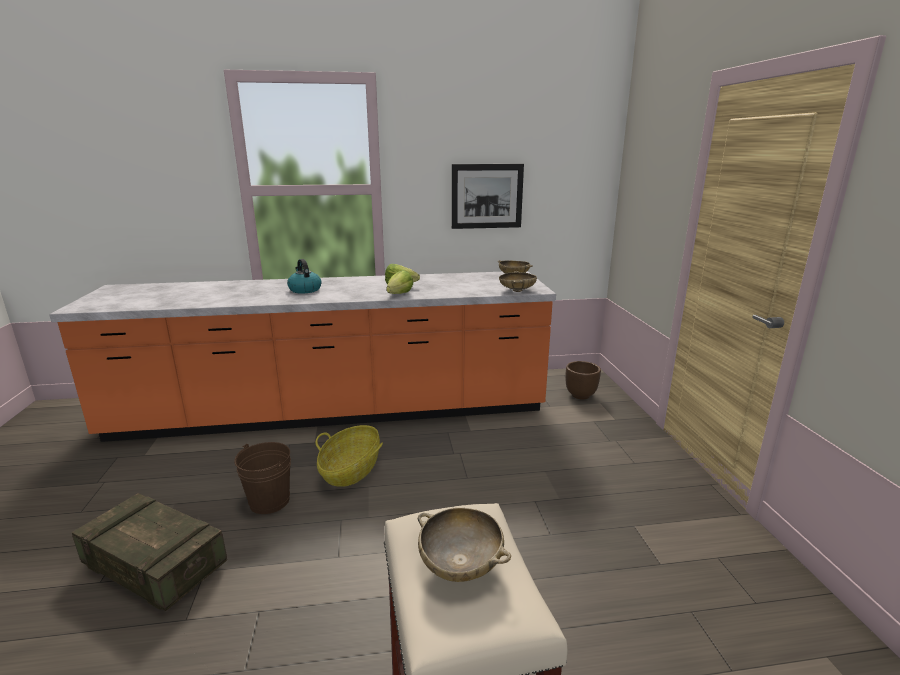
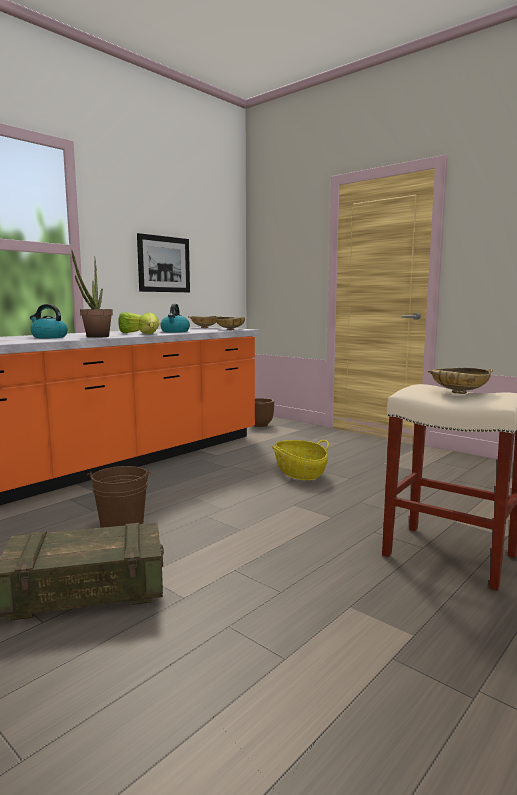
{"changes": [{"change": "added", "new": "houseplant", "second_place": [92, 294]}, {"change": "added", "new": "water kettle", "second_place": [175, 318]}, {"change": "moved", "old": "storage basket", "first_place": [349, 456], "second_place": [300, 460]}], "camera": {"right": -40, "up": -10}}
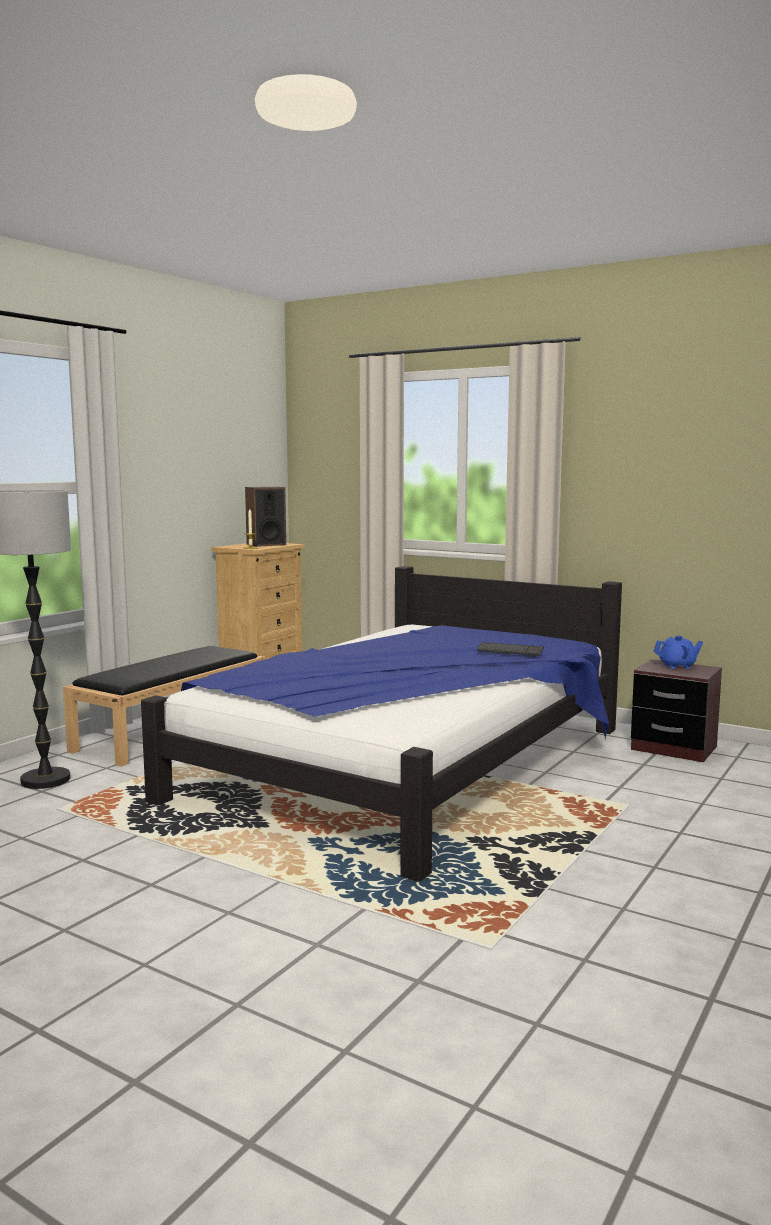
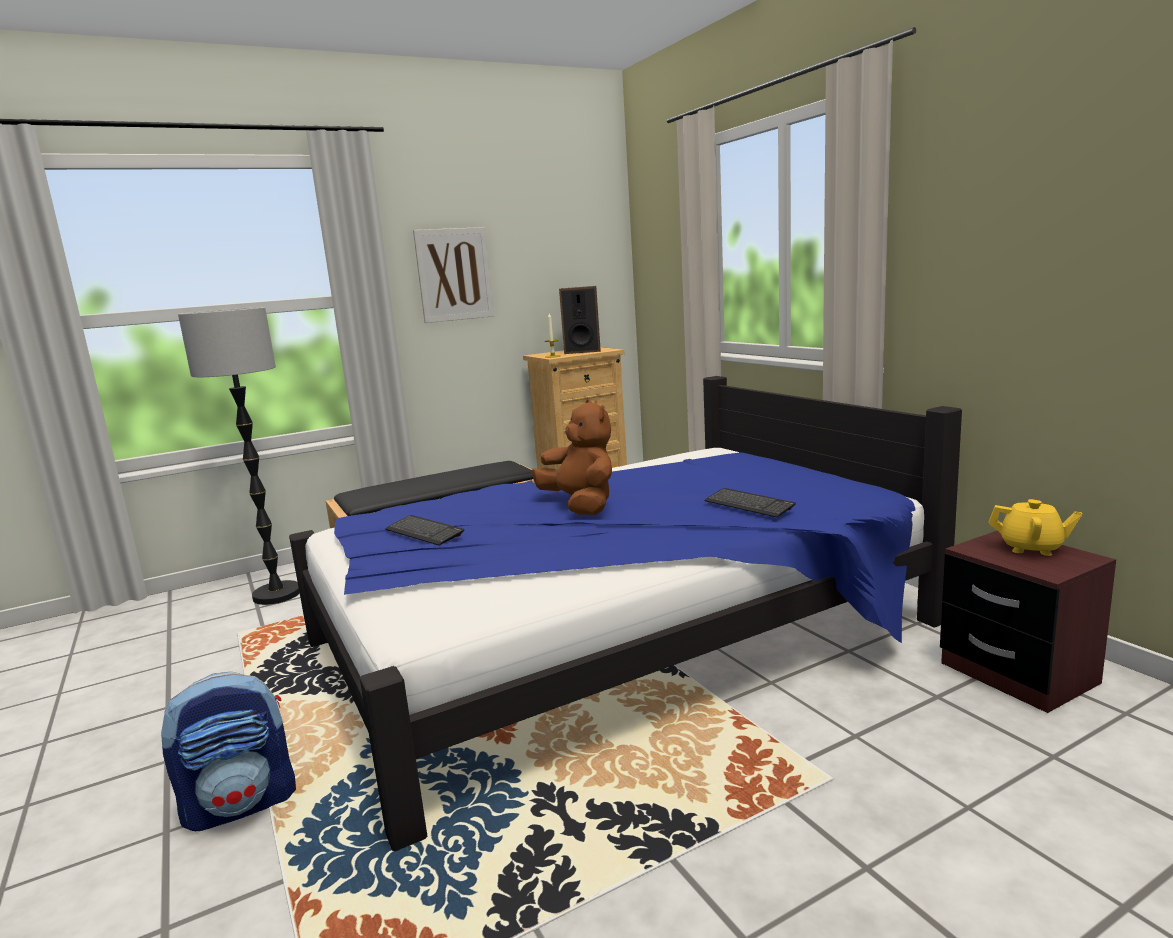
{"changes": [{"change": "added", "new": "knapsack", "second_place": [228, 751]}, {"change": "added", "new": "PC keyboard", "second_place": [424, 530]}, {"change": "added", "new": "wall picture", "second_place": [453, 275]}, {"change": "added", "new": "brown plush toy", "second_place": [572, 457]}, {"change": "recoloured", "old": "bluish tea pot", "new": "yellow-coloured tea pot", "first_place": [678, 652], "second_place": [1035, 527]}], "camera": {"right": 30, "up": 5}}
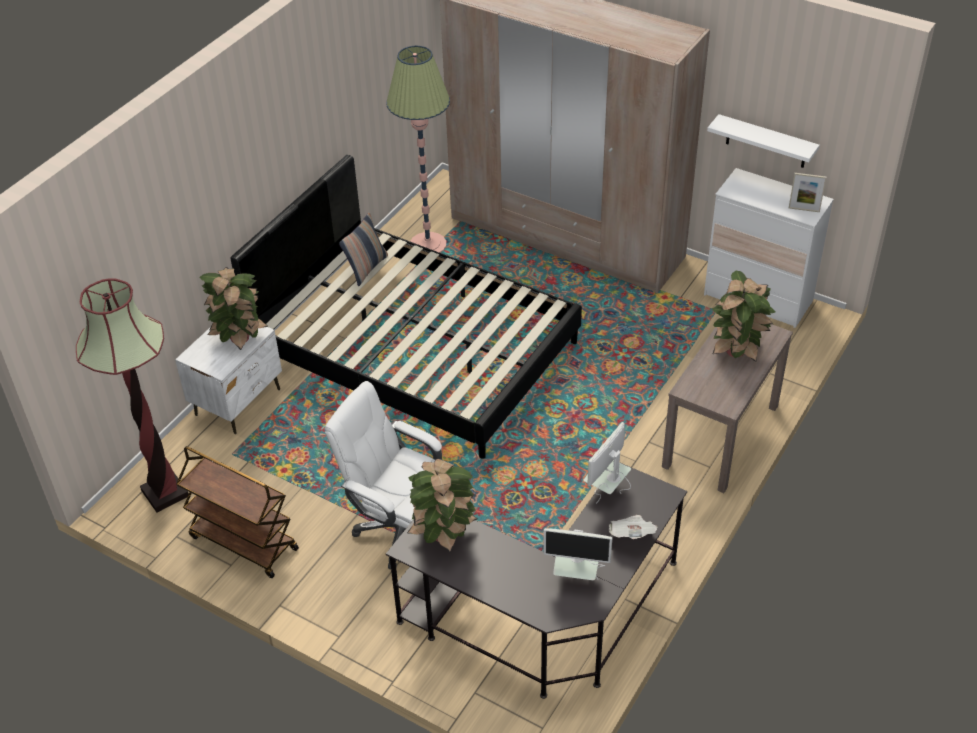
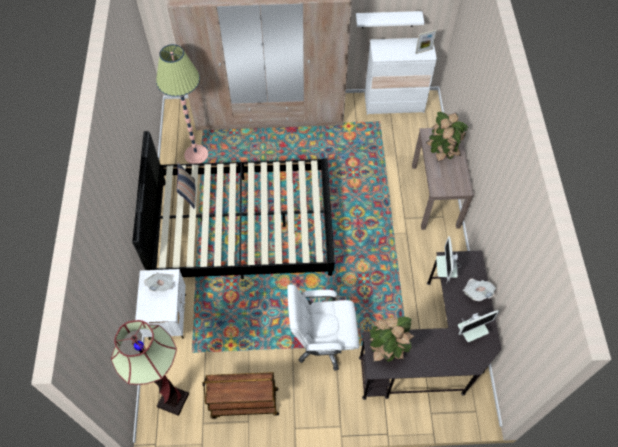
{"changes": [{"change": "replaced", "old": "houseplant", "new": "printed paper", "first_place": [234, 308], "second_place": [159, 282]}], "camera": {"right": -35, "up": 15}}
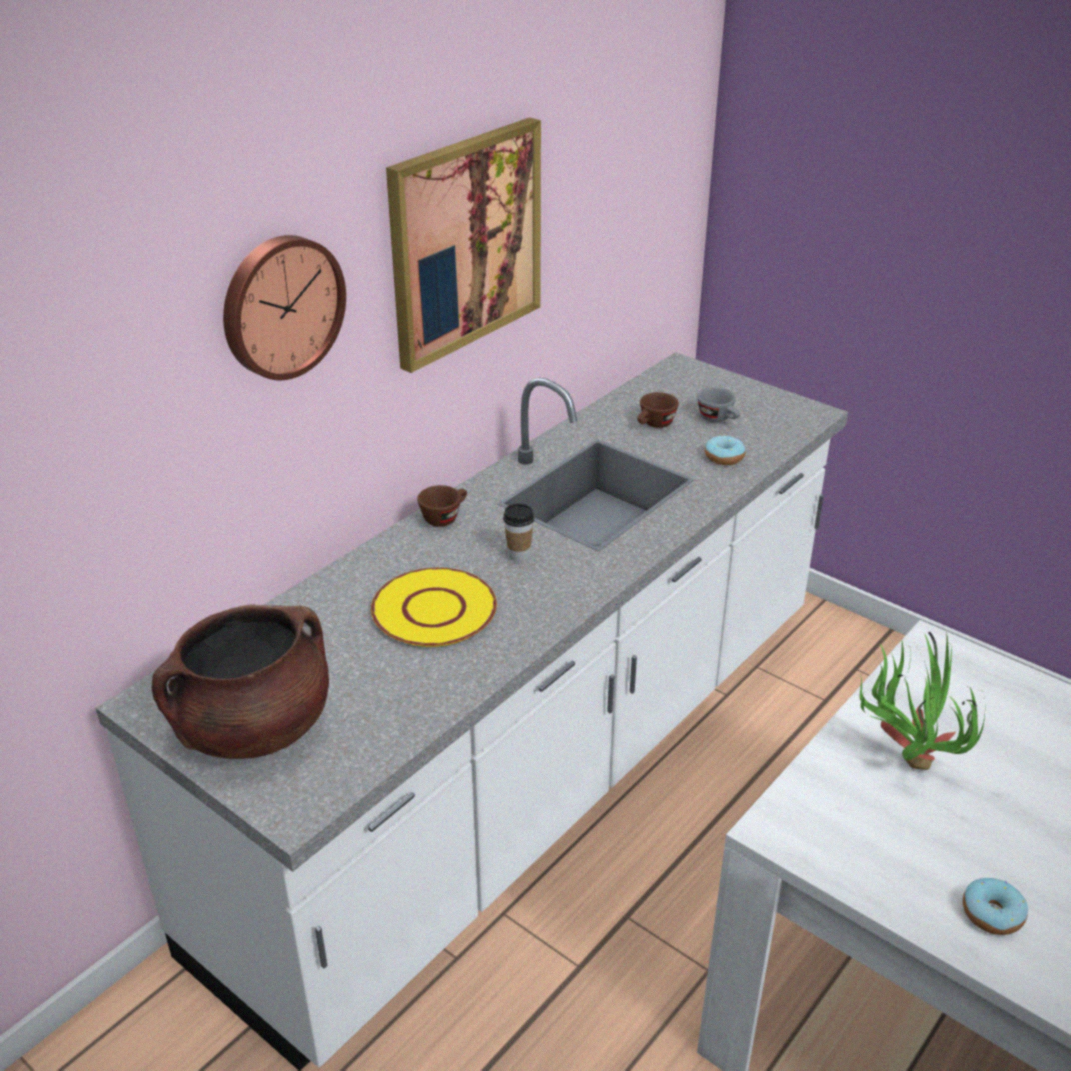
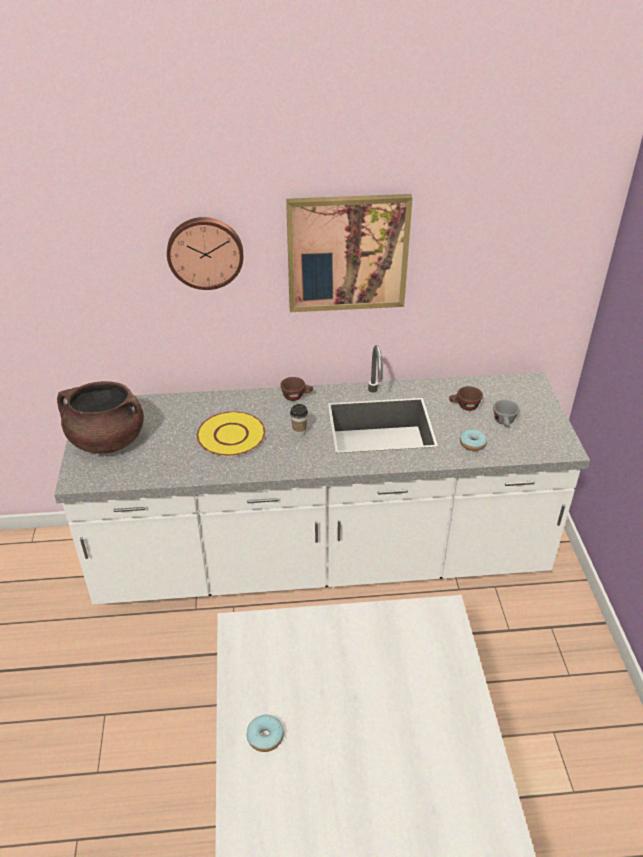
{"changes": [{"change": "removed", "old": "houseplant", "first_place": [922, 701]}], "camera": {"right": 45, "up": 5}}
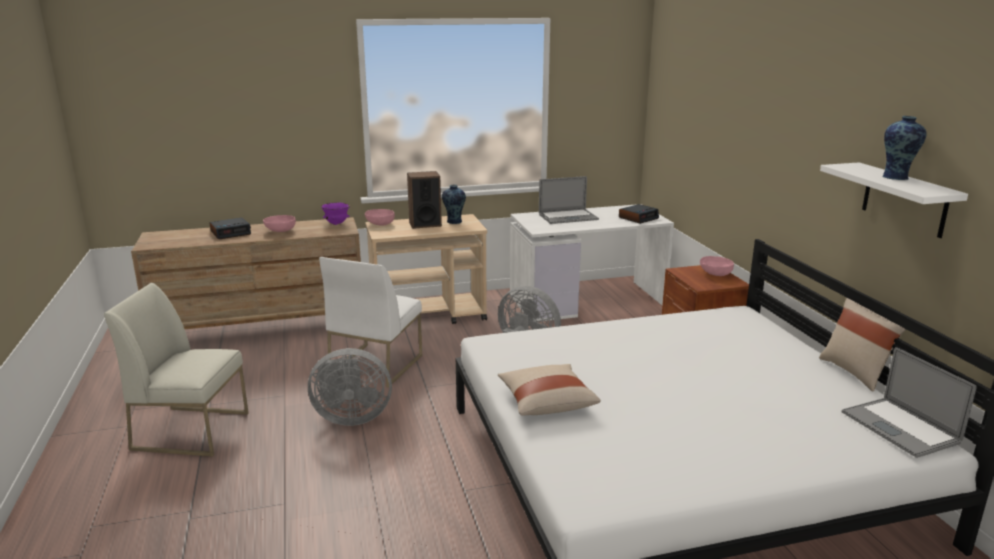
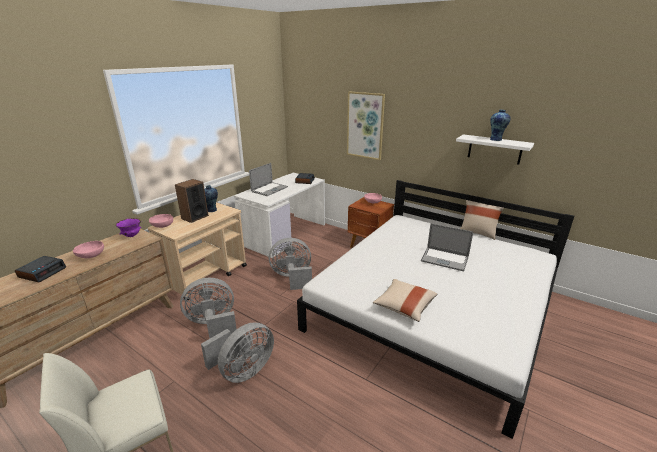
{"changes": [{"change": "added", "new": "wall picture", "second_place": [366, 126]}, {"change": "moved", "old": "notebook computer", "first_place": [909, 402], "second_place": [447, 247]}, {"change": "replaced", "old": "white-coloured plain chair", "new": "gray fan", "first_place": [370, 322], "second_place": [208, 308]}], "camera": {"right": -40, "up": 5}}
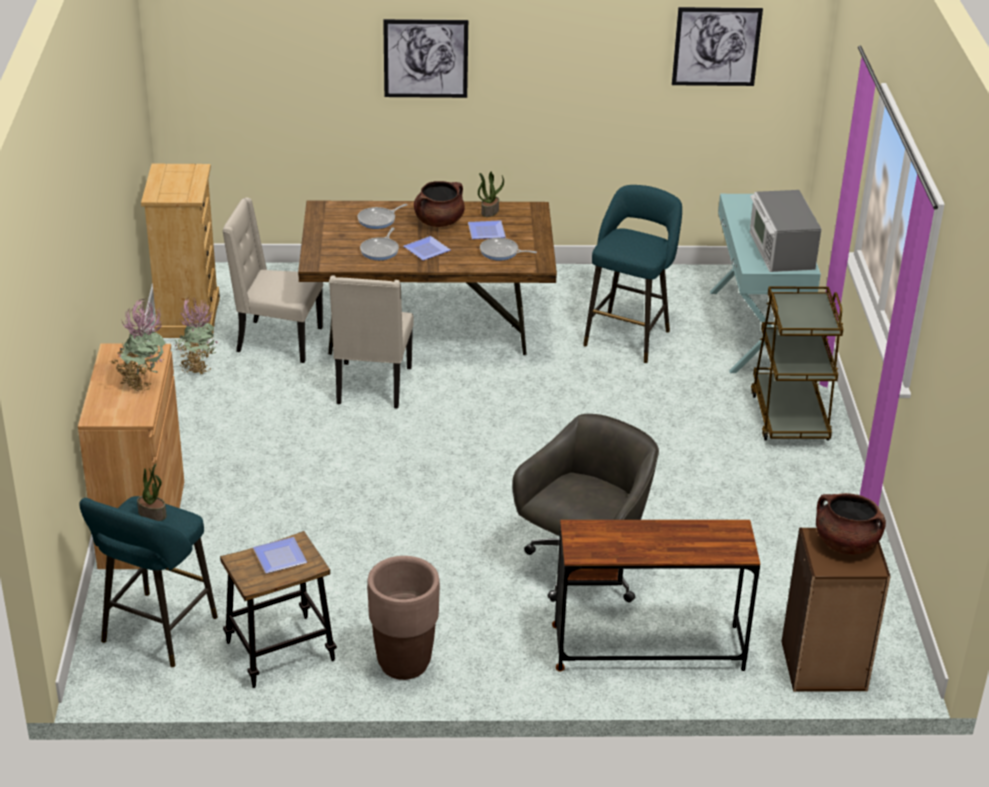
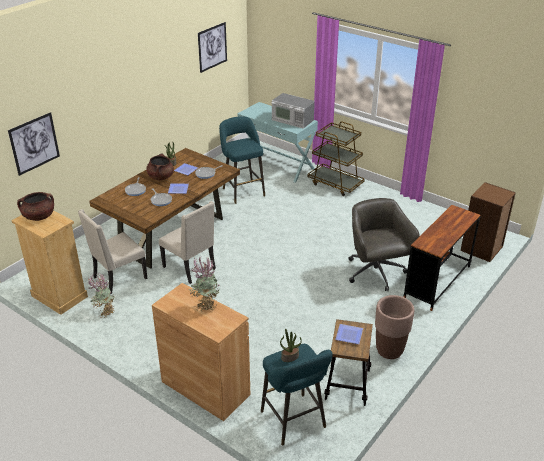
{"changes": [{"change": "moved", "old": "wall picture", "first_place": [425, 58], "second_place": [34, 144]}, {"change": "moved", "old": "brown cooking pot", "first_place": [851, 523], "second_place": [35, 206]}], "camera": {"right": -50, "up": 0}}
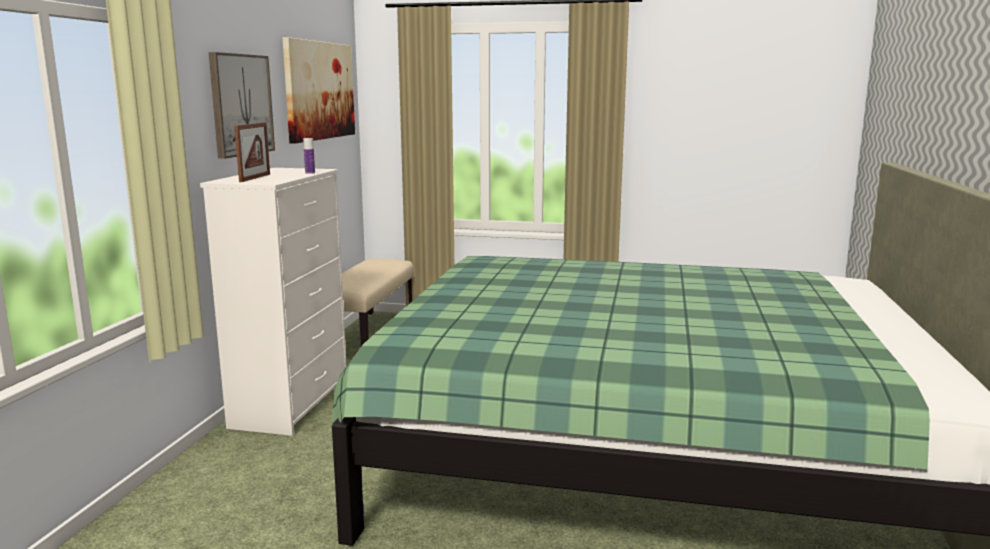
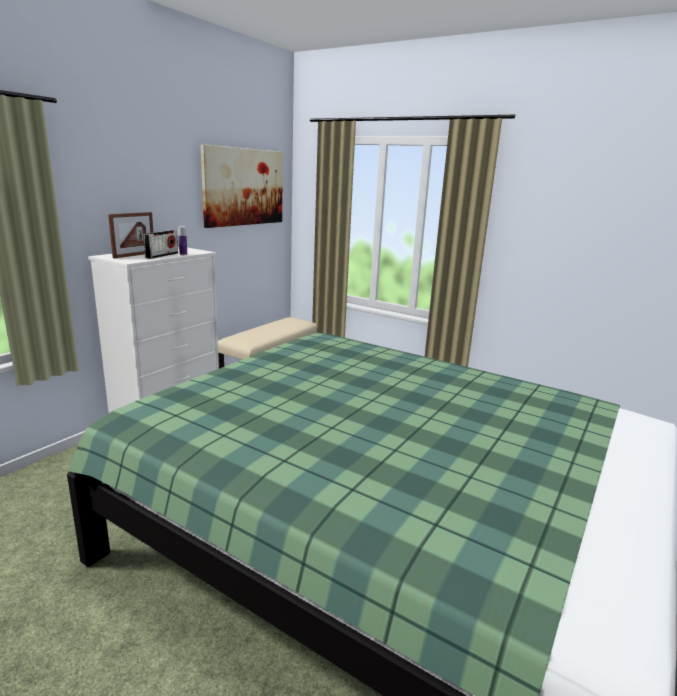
{"changes": [{"change": "removed", "old": "wall picture", "first_place": [242, 105]}, {"change": "added", "new": "radio", "second_place": [161, 244]}], "camera": {"right": 20, "up": 5}}
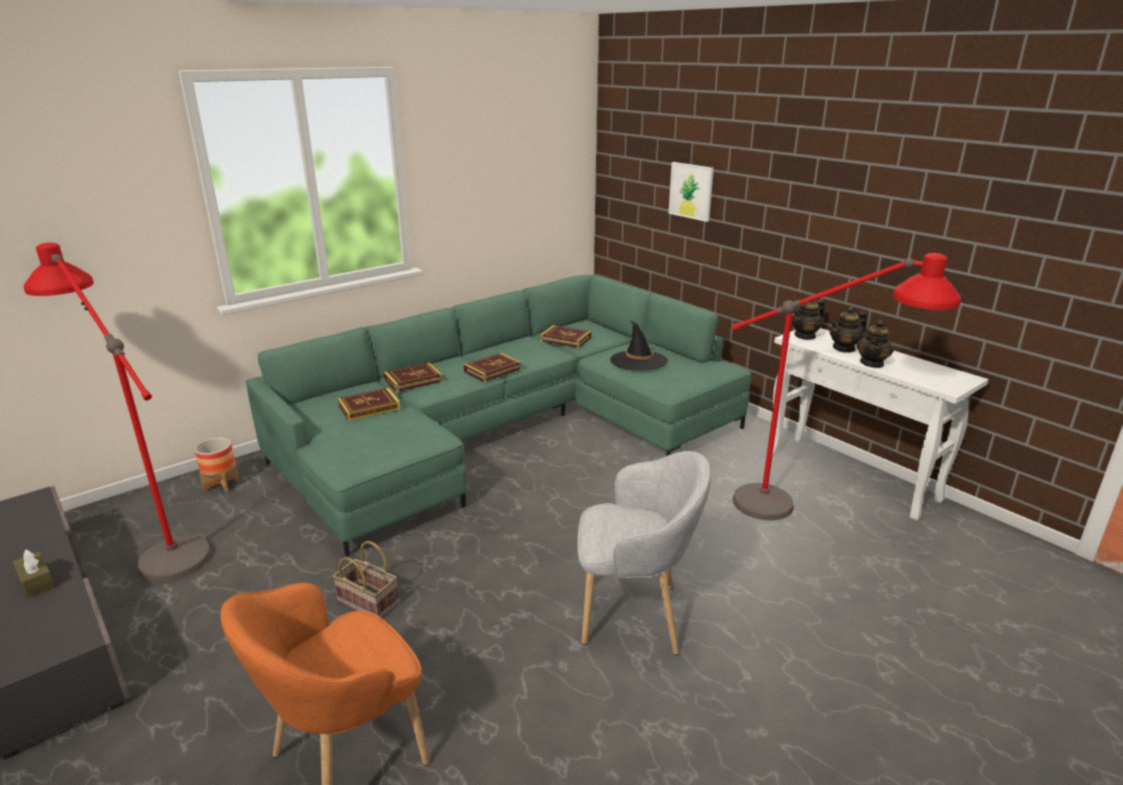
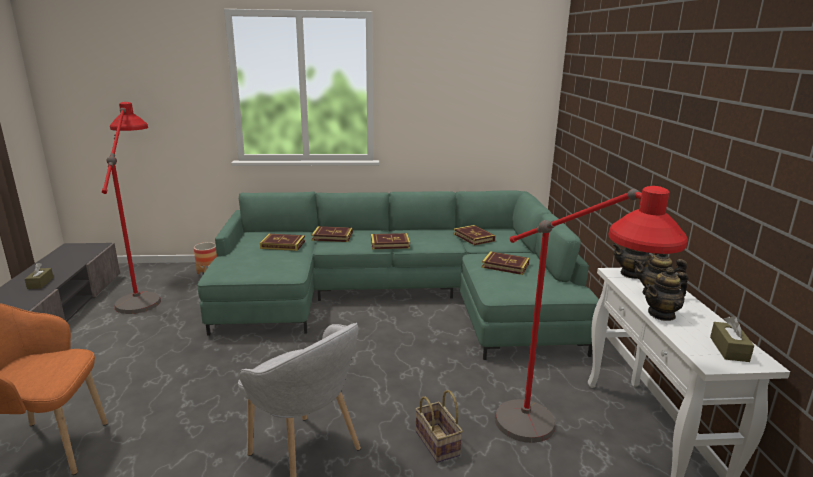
{"changes": [{"change": "removed", "old": "wall picture", "first_place": [691, 192]}, {"change": "added", "new": "brown tissue holder", "second_place": [732, 339]}, {"change": "moved", "old": "storage basket", "first_place": [366, 579], "second_place": [439, 426]}, {"change": "replaced", "old": "black wearable hat", "new": "volume", "first_place": [639, 345], "second_place": [506, 263]}], "camera": {"right": 35, "up": -5}}
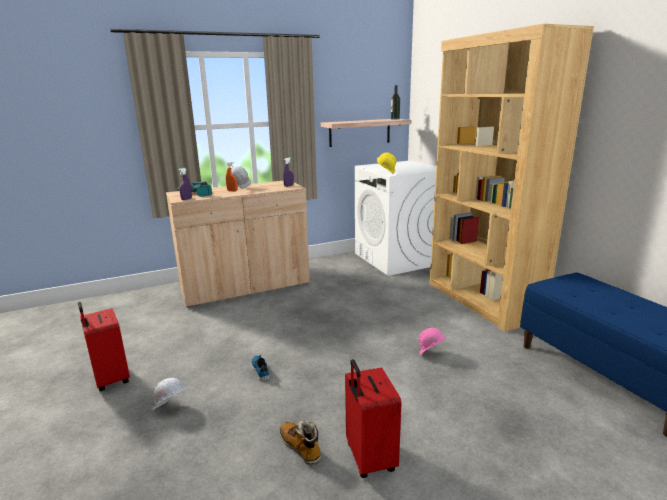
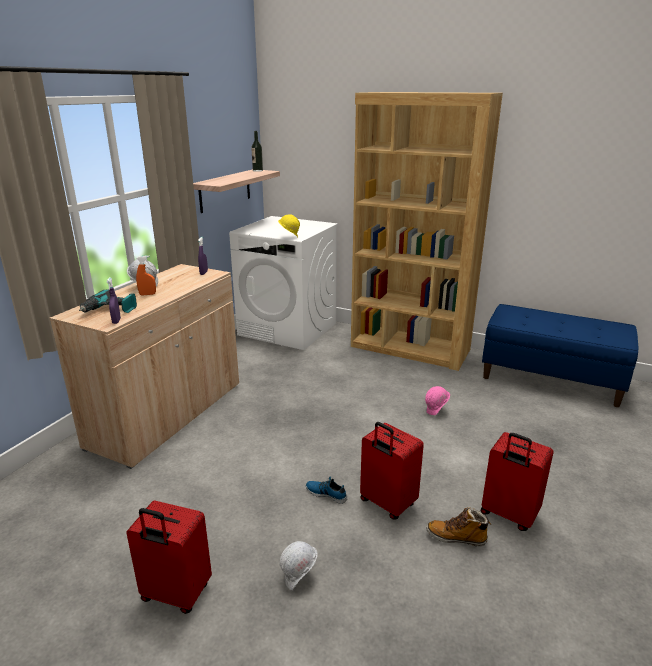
{"changes": [{"change": "added", "new": "red travel case", "second_place": [392, 471]}], "camera": {"right": -40, "up": 5}}
